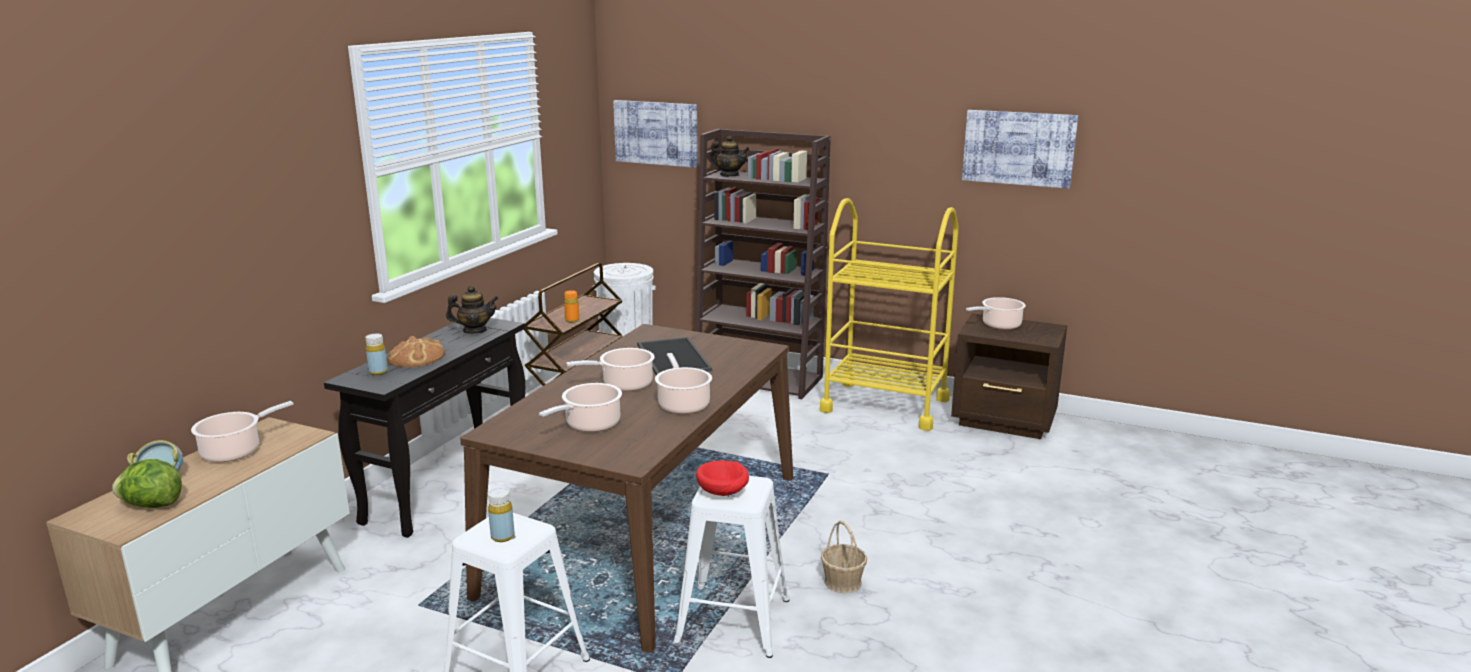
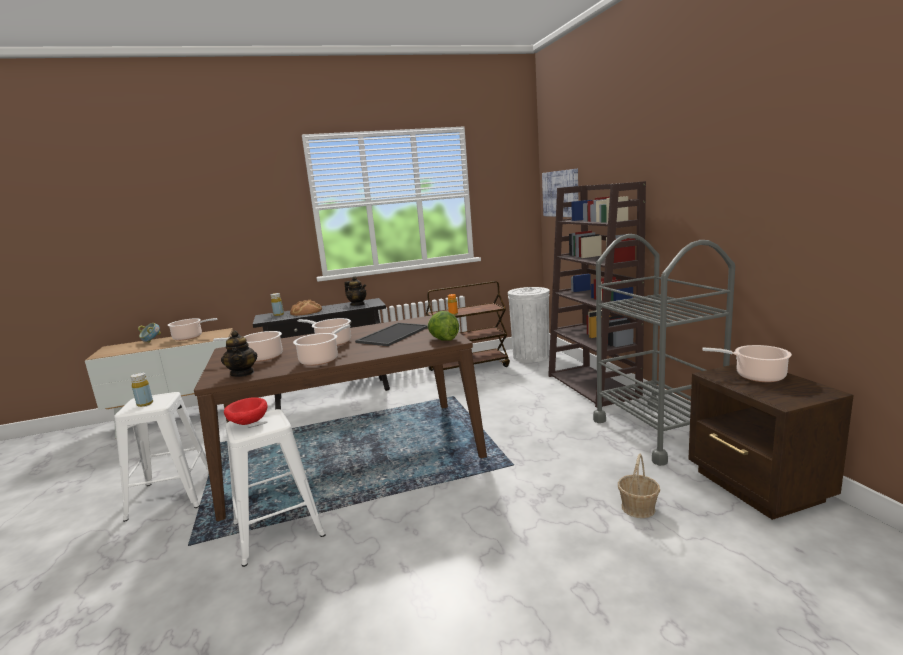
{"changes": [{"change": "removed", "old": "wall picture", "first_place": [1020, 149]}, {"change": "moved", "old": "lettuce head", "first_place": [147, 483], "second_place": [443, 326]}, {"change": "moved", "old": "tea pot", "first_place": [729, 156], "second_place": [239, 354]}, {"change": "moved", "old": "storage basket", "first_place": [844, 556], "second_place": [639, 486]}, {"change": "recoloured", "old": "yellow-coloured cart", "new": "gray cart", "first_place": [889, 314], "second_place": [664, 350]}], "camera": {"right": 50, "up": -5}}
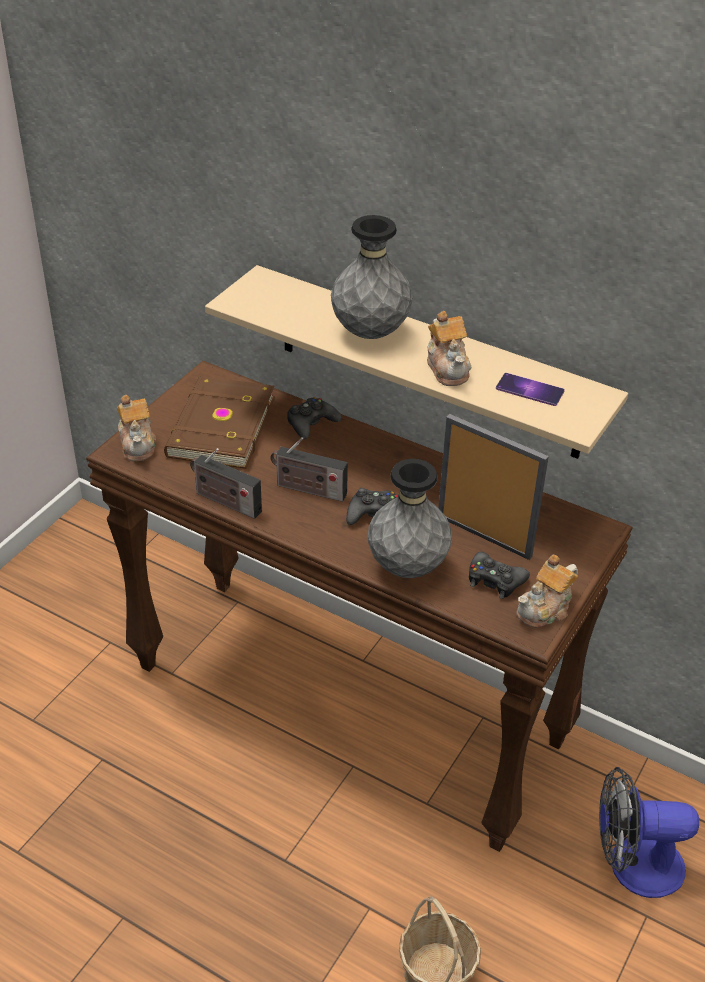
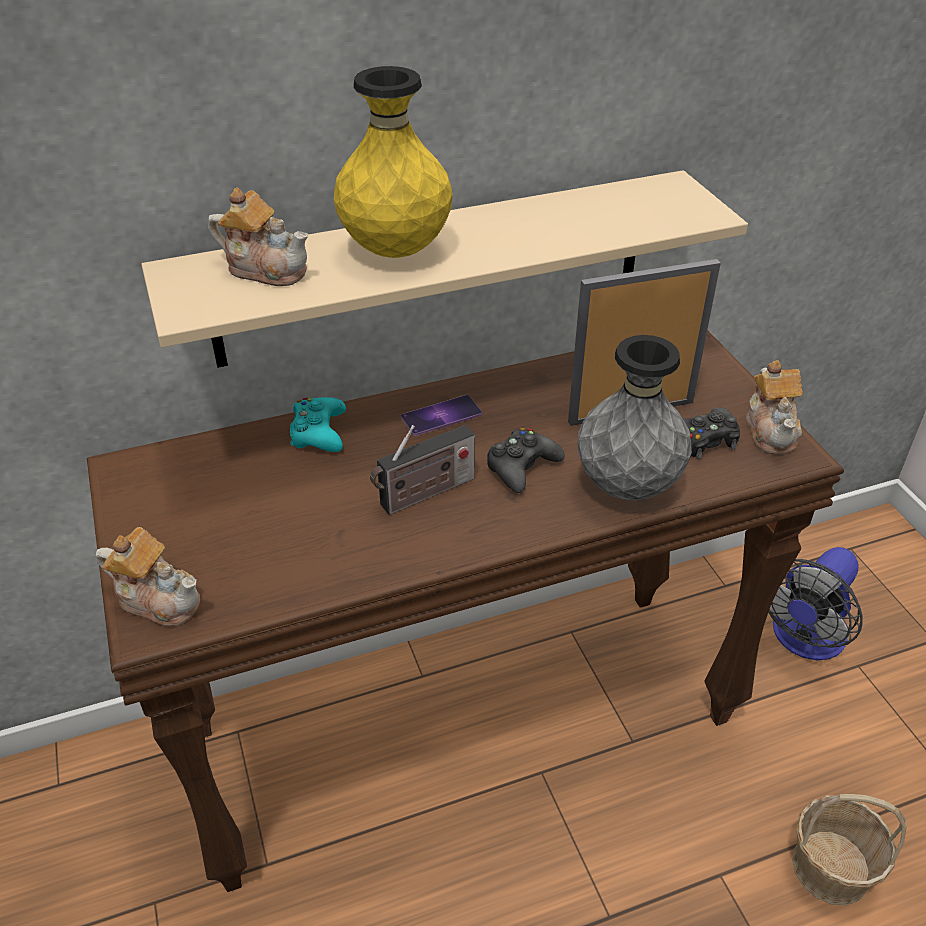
{"changes": [{"change": "removed", "old": "brown volume", "first_place": [219, 422]}, {"change": "removed", "old": "radio", "first_place": [226, 483]}, {"change": "moved", "old": "tea pot", "first_place": [449, 348], "second_place": [258, 236]}, {"change": "moved", "old": "handset", "first_place": [530, 389], "second_place": [441, 415]}, {"change": "recoloured", "old": "black gamepad", "new": "blue-green gamepad", "first_place": [314, 418], "second_place": [318, 424]}, {"change": "recoloured", "old": "gray flower vase", "new": "yellow-coloured flower vase", "first_place": [372, 277], "second_place": [393, 162]}], "camera": {"right": -50, "up": 0}}
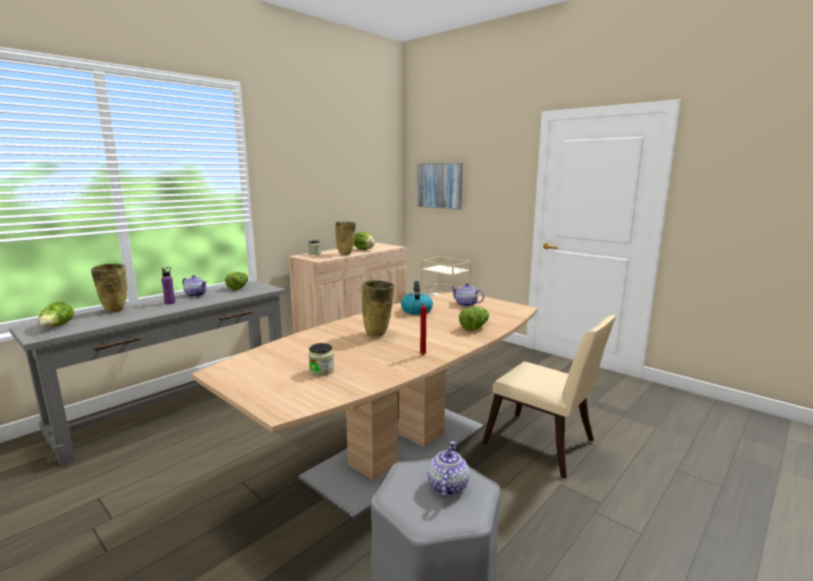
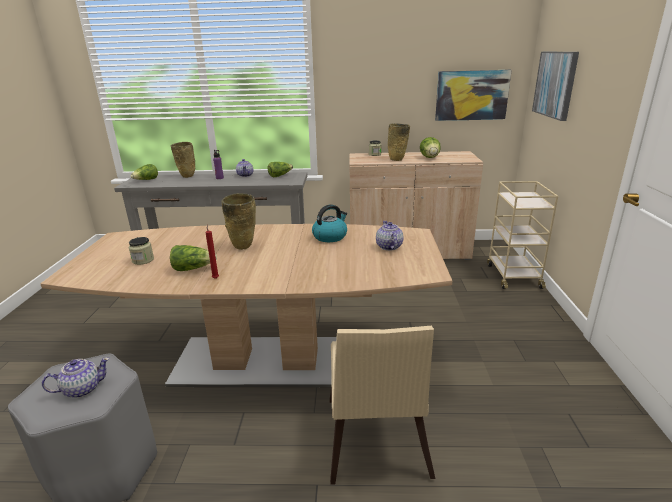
{"changes": [{"change": "added", "new": "wall picture", "second_place": [473, 95]}, {"change": "moved", "old": "lettuce head", "first_place": [474, 319], "second_place": [193, 258]}], "camera": {"right": 50, "up": 10}}
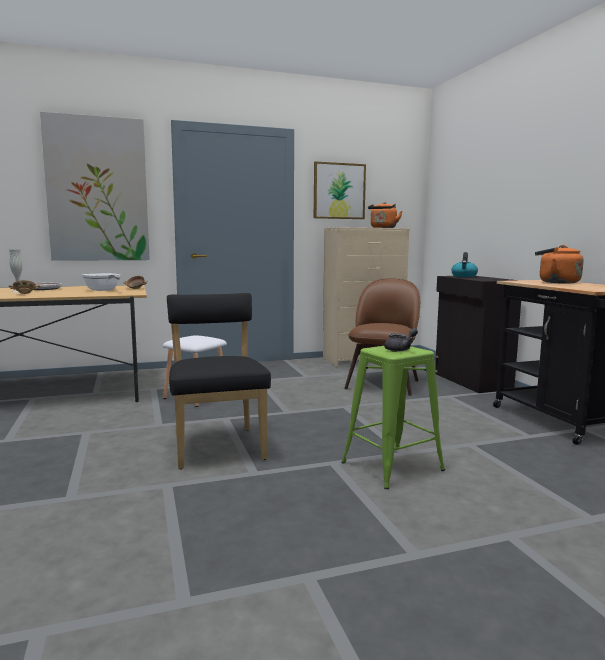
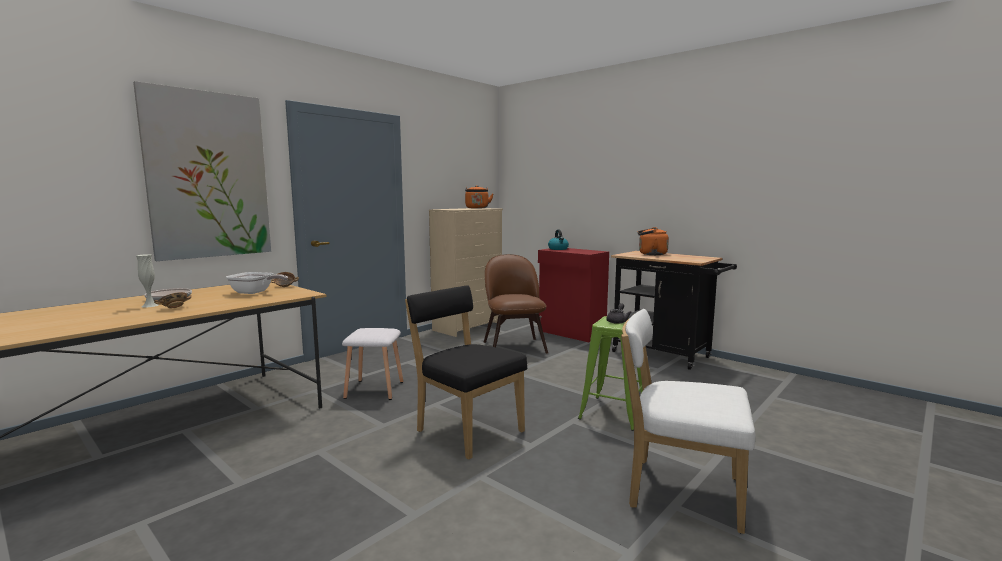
{"changes": [{"change": "removed", "old": "wall picture", "first_place": [340, 190]}, {"change": "added", "new": "white-coloured plain chair", "second_place": [688, 421]}, {"change": "recoloured", "old": "black storage cabinet", "new": "red storage cabinet", "first_place": [477, 334], "second_place": [573, 295]}], "camera": {"right": -30, "up": 0}}
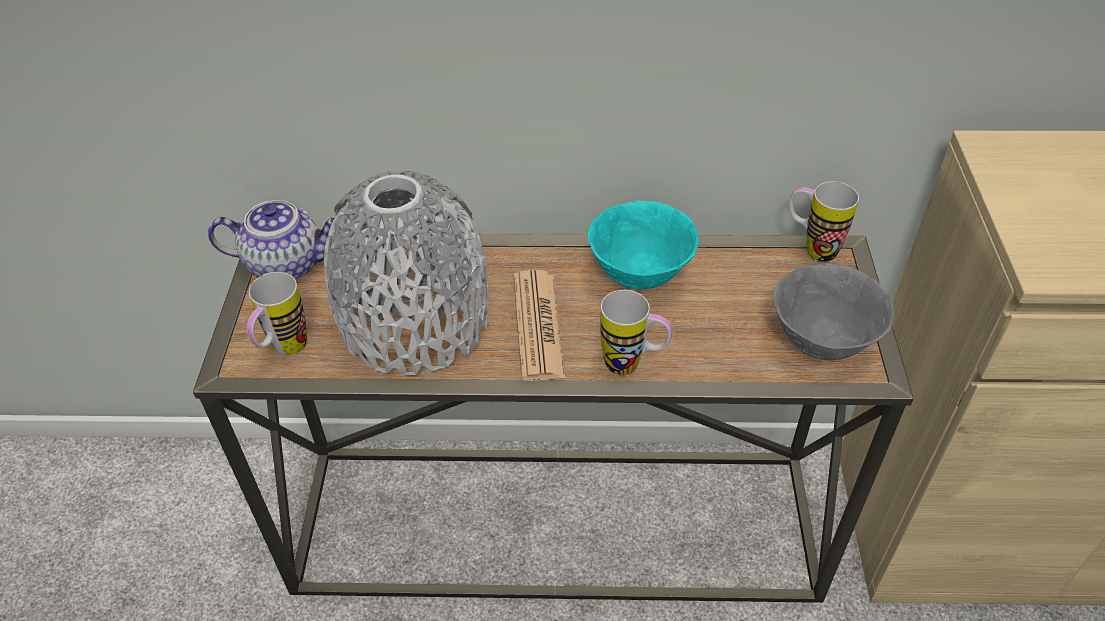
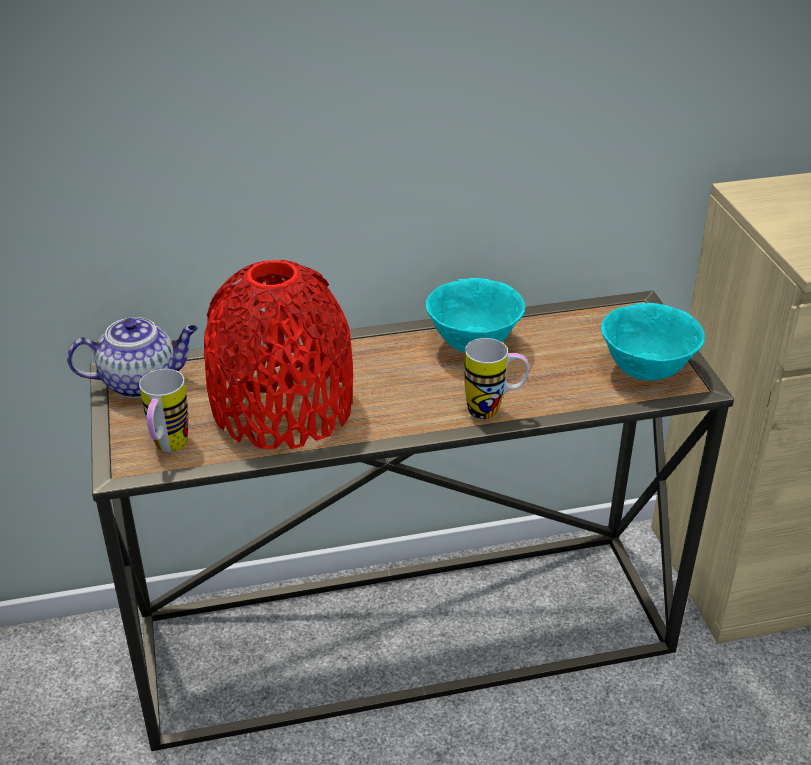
{"changes": [{"change": "removed", "old": "printed paper", "first_place": [540, 325]}, {"change": "removed", "old": "coffee mug", "first_place": [824, 221]}, {"change": "recoloured", "old": "gray flower vase", "new": "red flower vase", "first_place": [406, 273], "second_place": [278, 354]}, {"change": "recoloured", "old": "gray bowl", "new": "blue-green bowl", "first_place": [834, 311], "second_place": [653, 342]}], "camera": {"right": -15, "up": -10}}
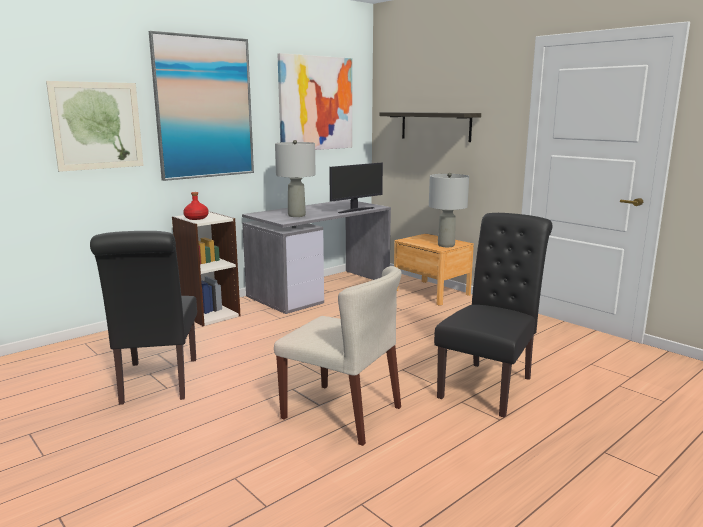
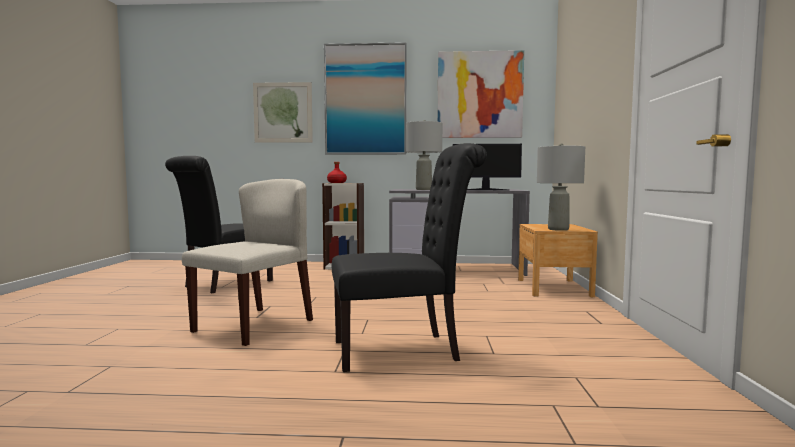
{"changes": [{"change": "removed", "old": "bracket shelf", "first_place": [430, 127]}, {"change": "turned", "old": "beige plain chair", "first_place": [338, 356], "second_place": [247, 262], "degrees": -135}], "camera": {"right": 45, "up": -10}}
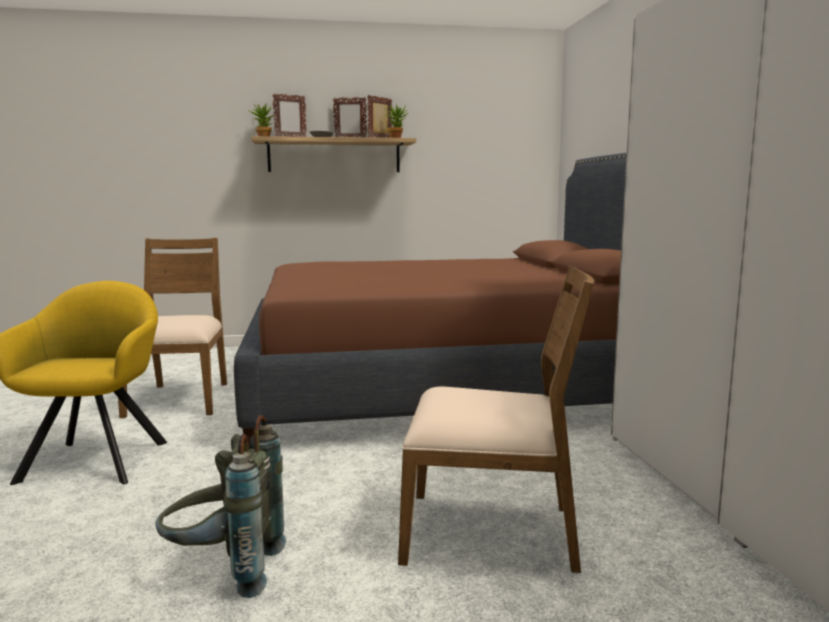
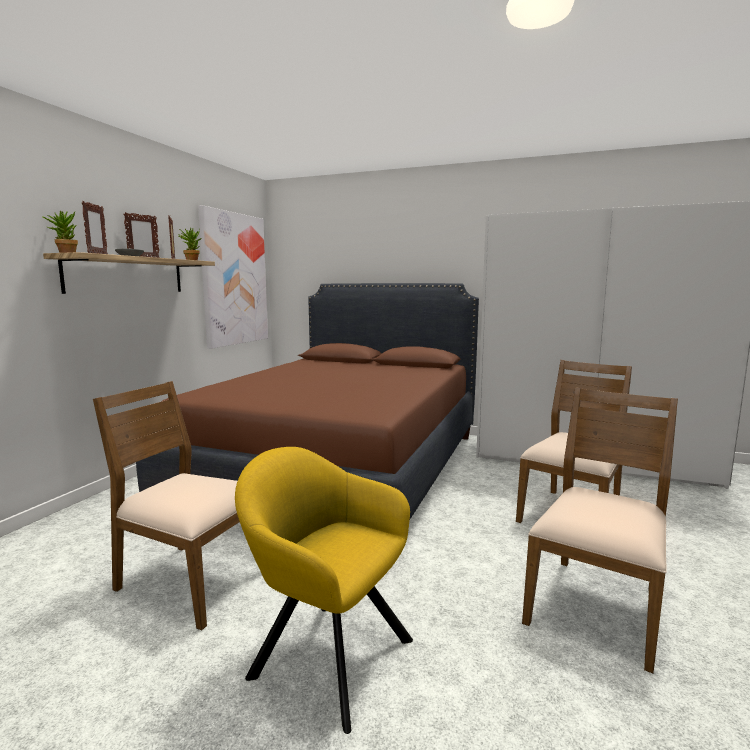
{"changes": [{"change": "added", "new": "wall picture", "second_place": [233, 277]}, {"change": "replaced", "old": "gray knapsack", "new": "brown plain chair", "first_place": [220, 506], "second_place": [600, 530]}], "camera": {"right": -60, "up": 0}}
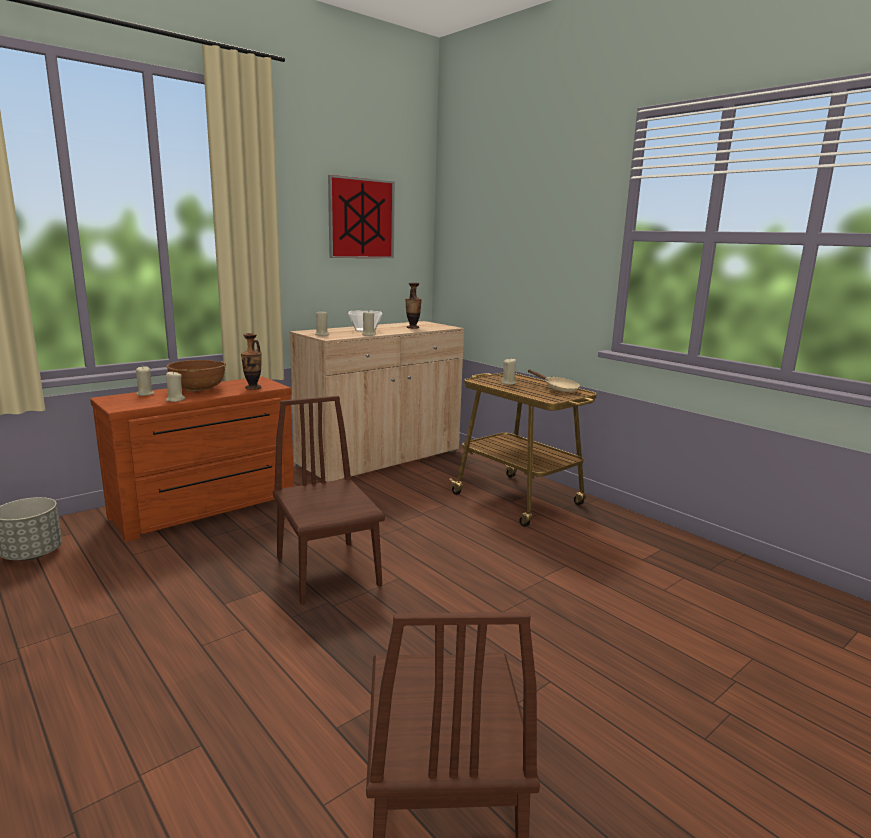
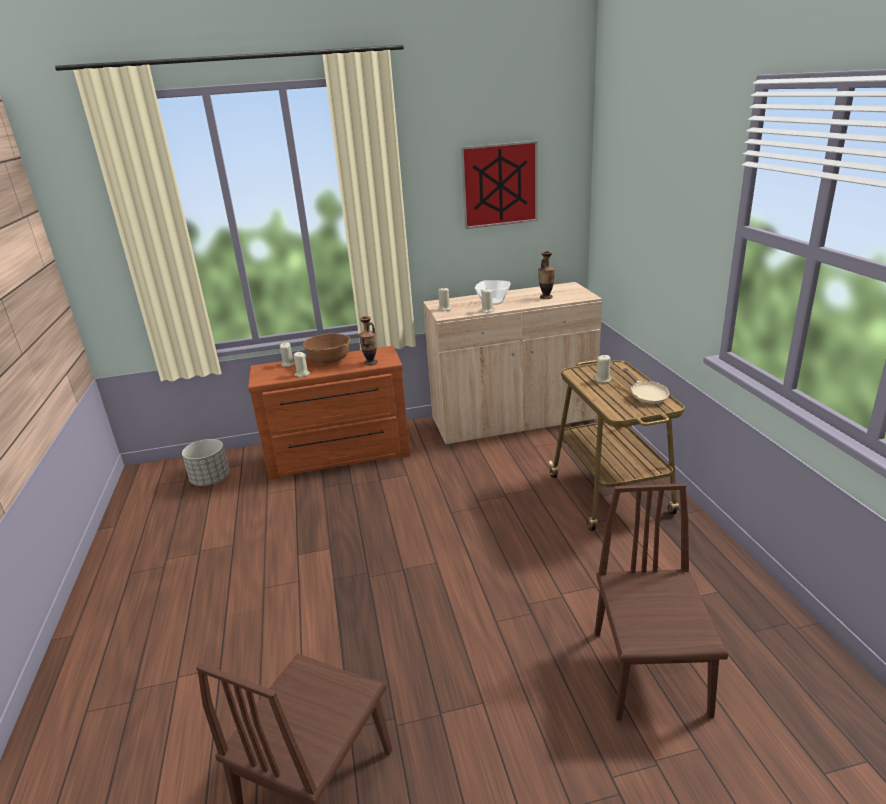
{"changes": [{"change": "moved", "old": "brown plain chair", "first_place": [329, 500], "second_place": [662, 602]}], "camera": {"right": 30, "up": 10}}
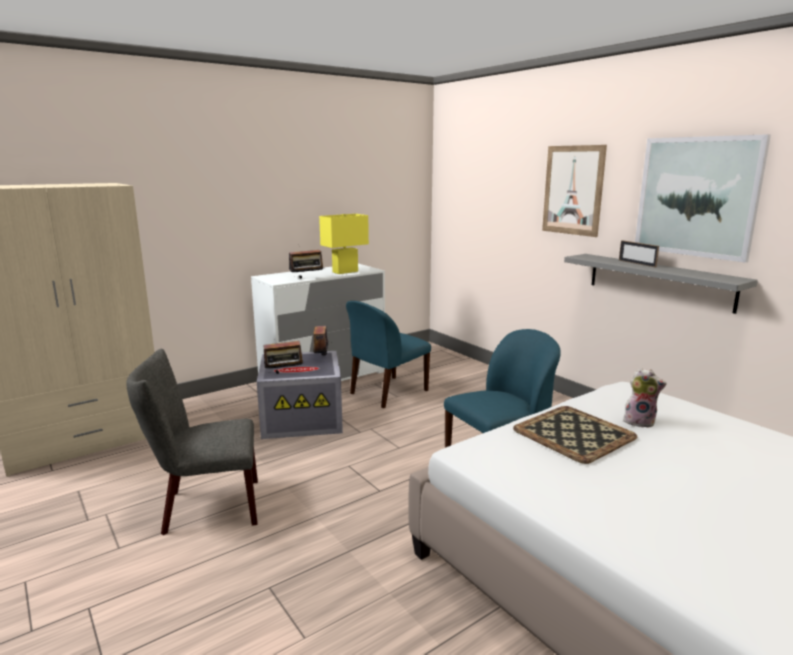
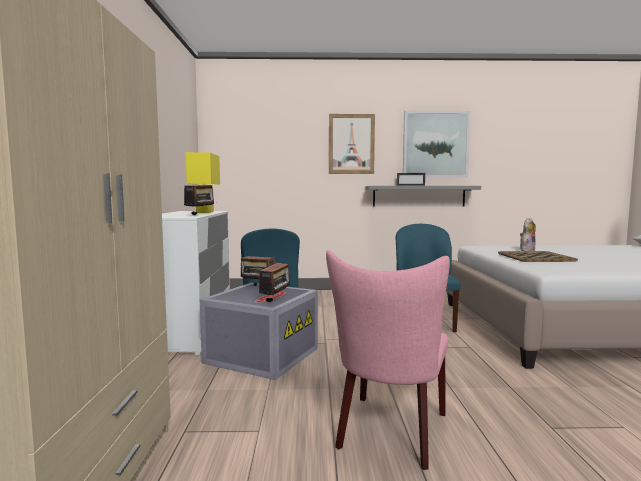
{"changes": [{"change": "recoloured", "old": "gray plain chair", "new": "pinkish plain chair", "first_place": [192, 442], "second_place": [388, 360]}], "camera": {"right": -55, "up": -10}}
